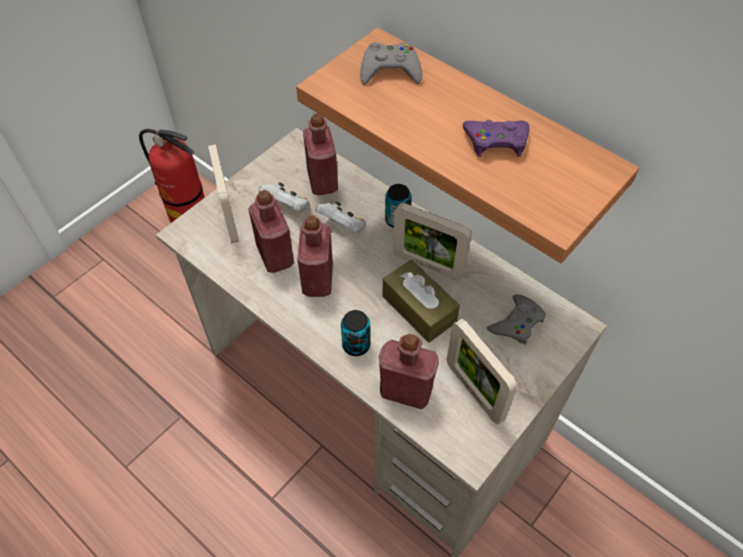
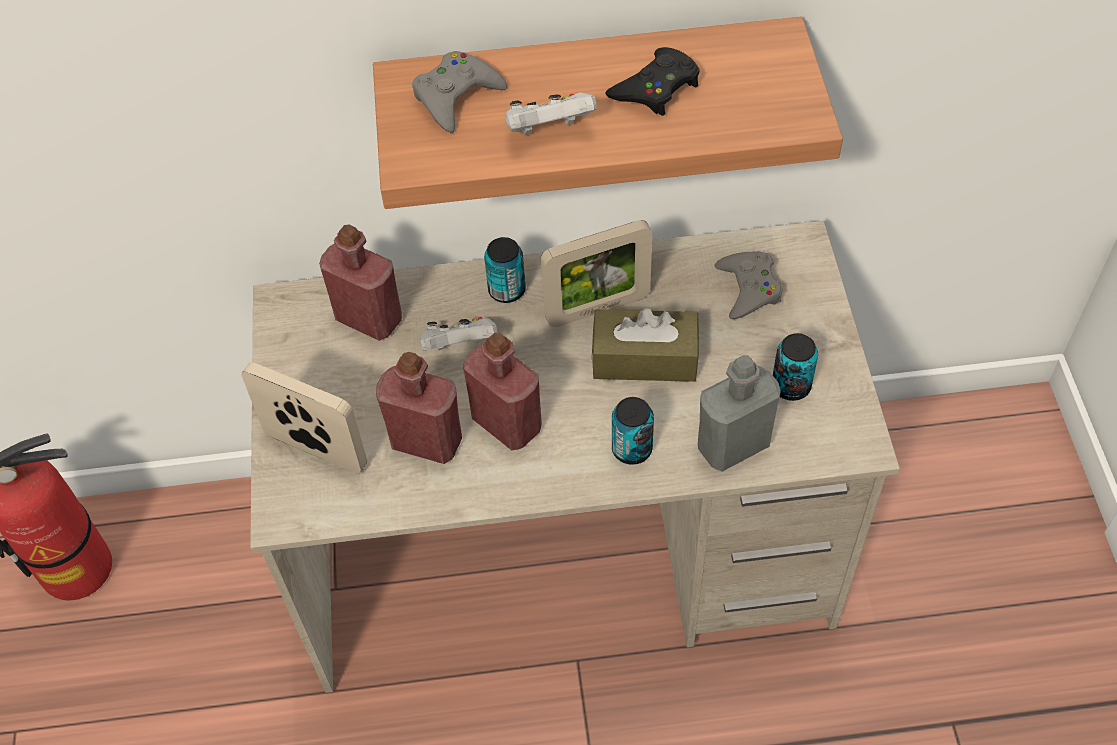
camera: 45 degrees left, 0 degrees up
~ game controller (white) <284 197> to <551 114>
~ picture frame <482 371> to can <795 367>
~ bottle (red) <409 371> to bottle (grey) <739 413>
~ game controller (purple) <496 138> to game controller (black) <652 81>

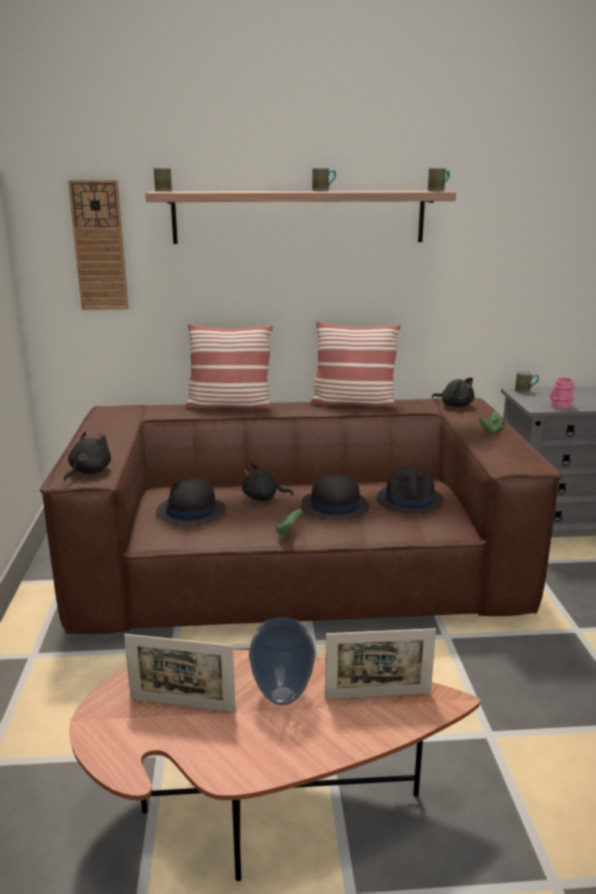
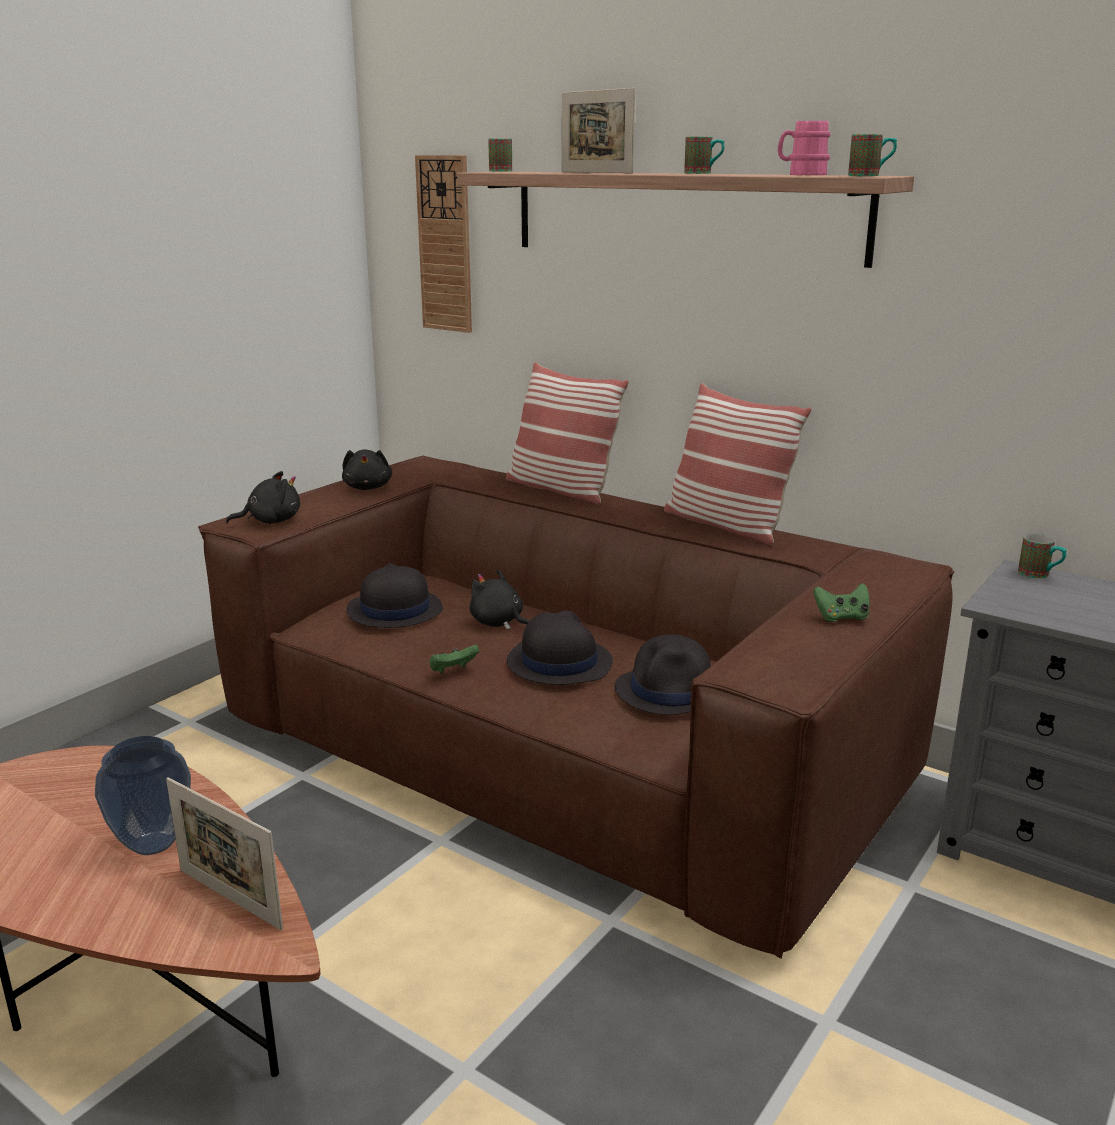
camera: 40 degrees right, 0 degrees up
~ picture frame <180 673> to <598 130>
~ plush toy (black) <453 392> to <367 469>
~ mug (pink) <563 393> to <804 148>

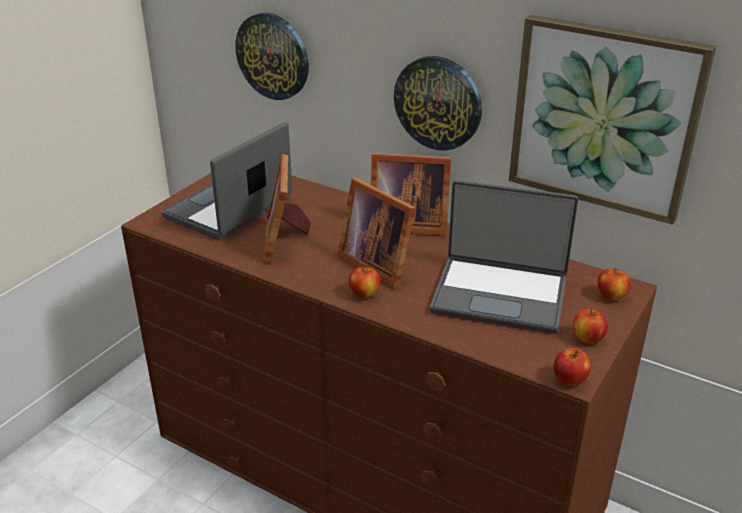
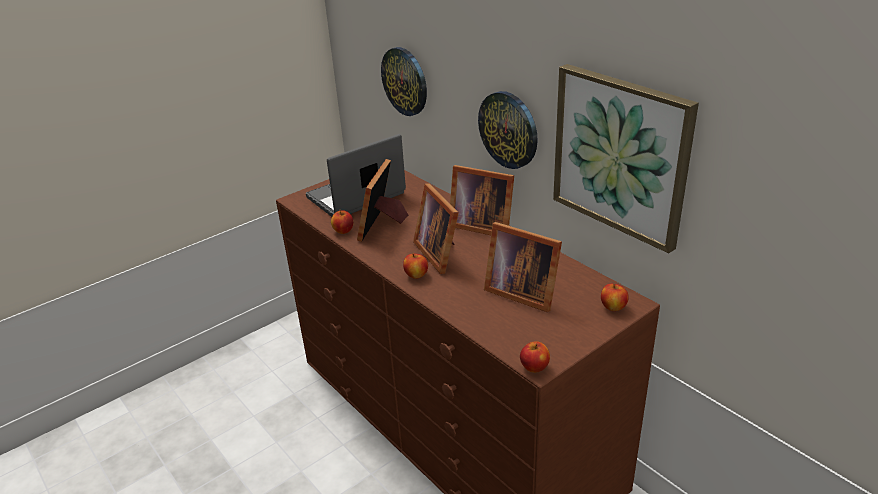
camera: 20 degrees right, 0 degrees up
~ apple <590 326> to <342 222>
~ laptop <504 256> to picture frame <523 267>

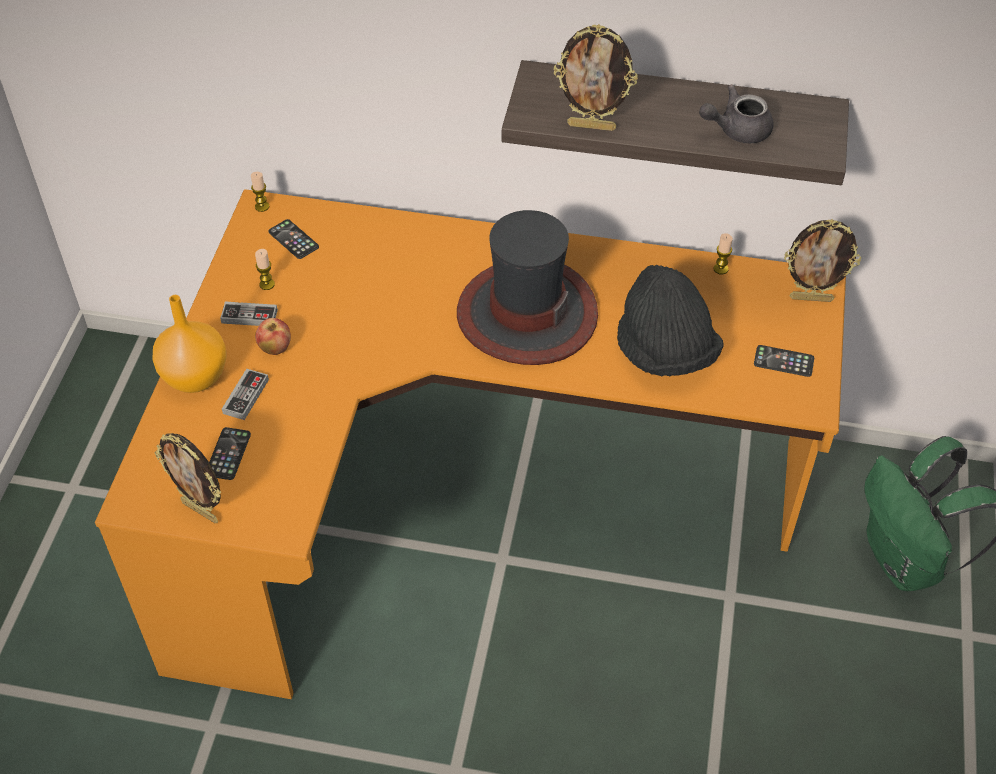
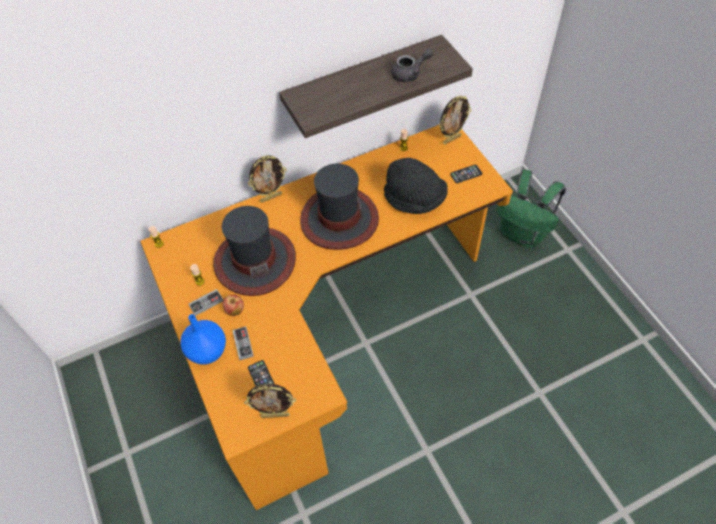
camera: 35 degrees left, 5 degrees up
- phone <293 239>
+ hat <254 251>
~ picture frame <595 77> to <267 179>
~ vase (orange) <189 344> to vase (blue) <203 339>
~ teapot (grey) <736 113> = <412 65> 150 degrees counterclockwise

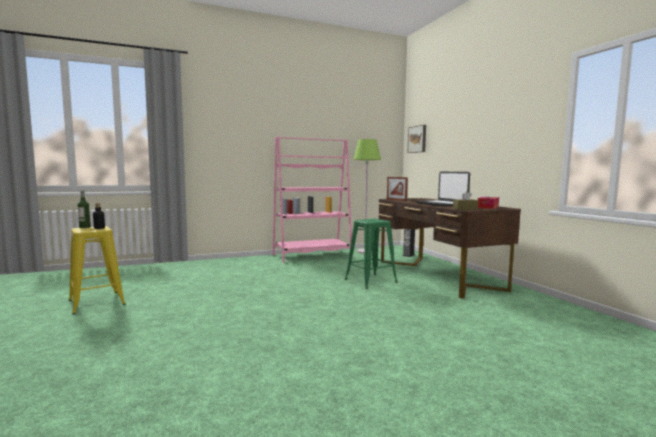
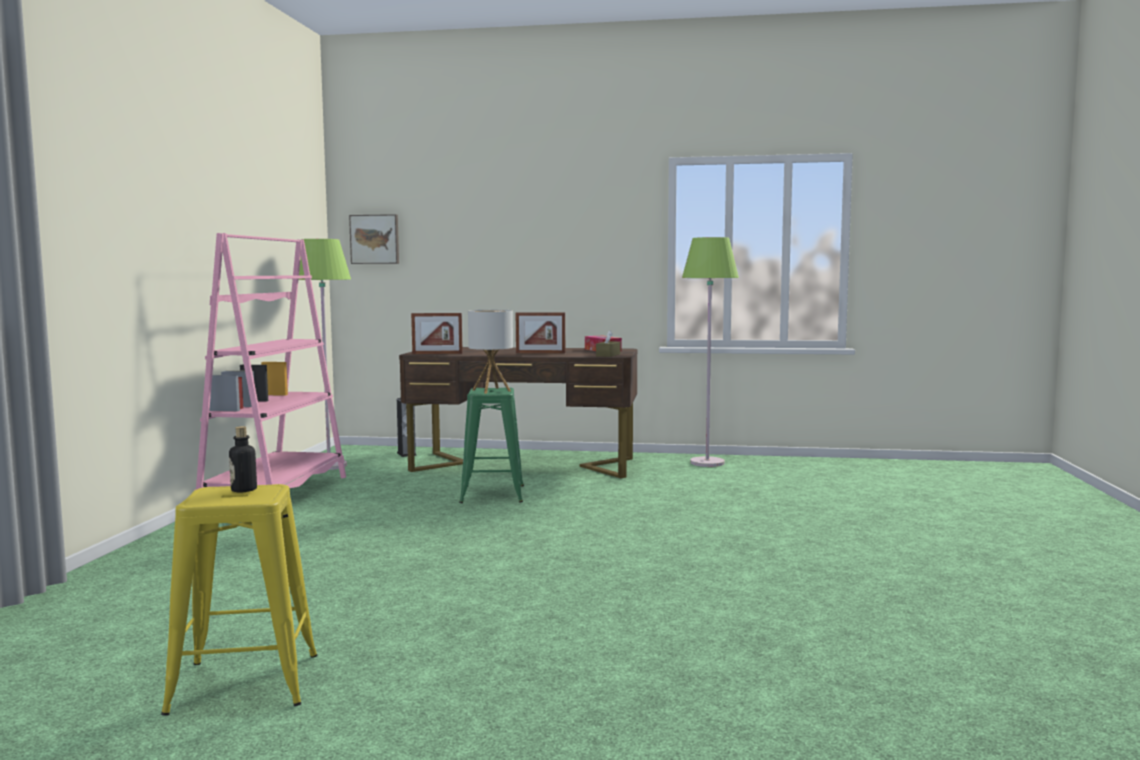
camera: 60 degrees left, 0 degrees up
- bottle <84 209>
+ table lamp <490 352>
+ floor lamp (green) <710 352>
~ laptop <443 189> to picture frame <540 332>

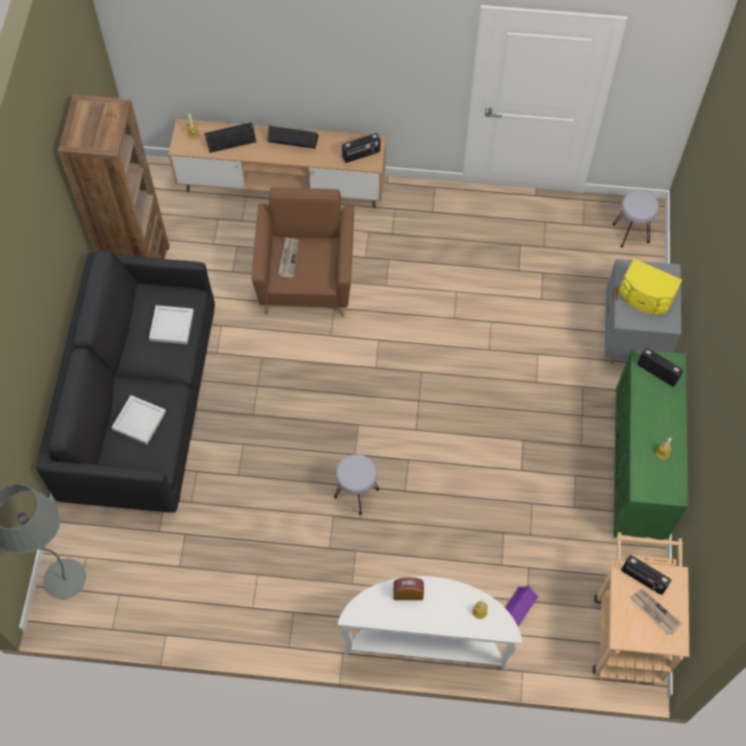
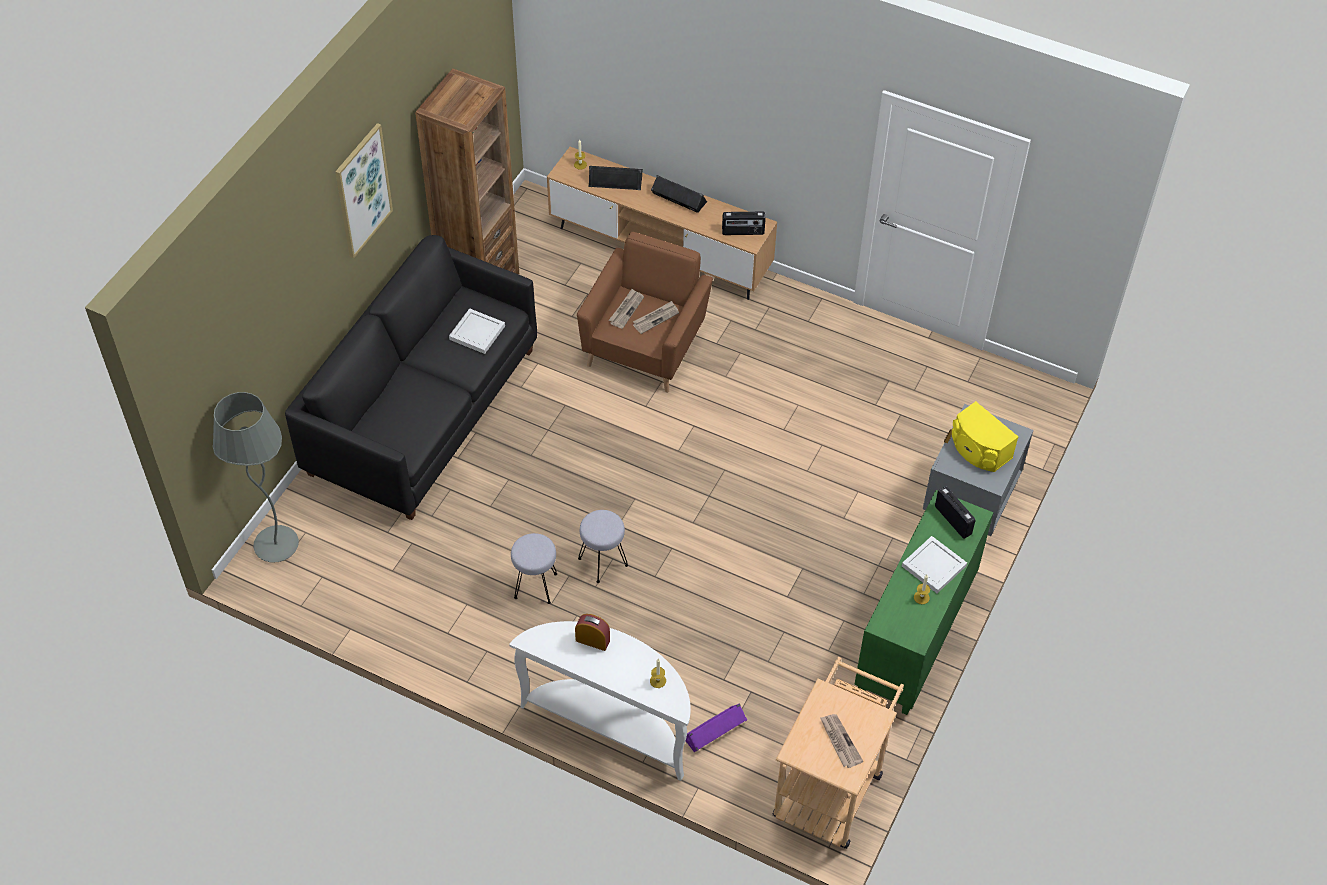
camera: 20 degrees right, 10 degrees down
- radio <646 575>
+ picture <364 191>
+ newspaper <656 317>
~ tray (white) <138 419> to <934 564>
~ stool (grey) <636 219> to <534 568>

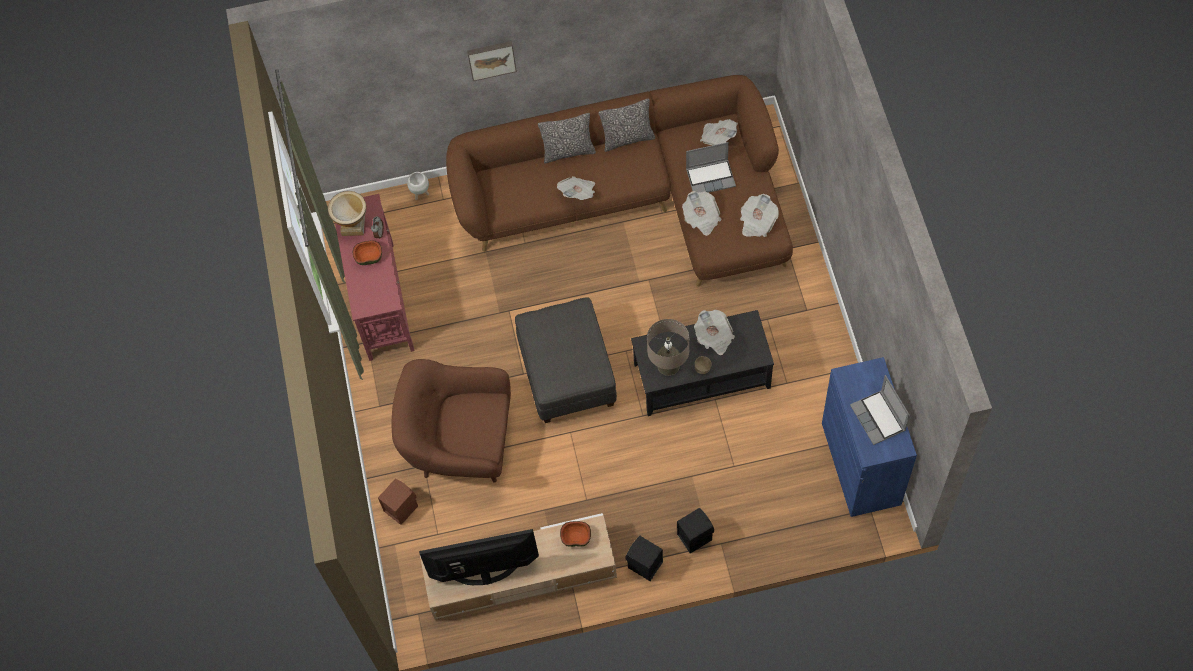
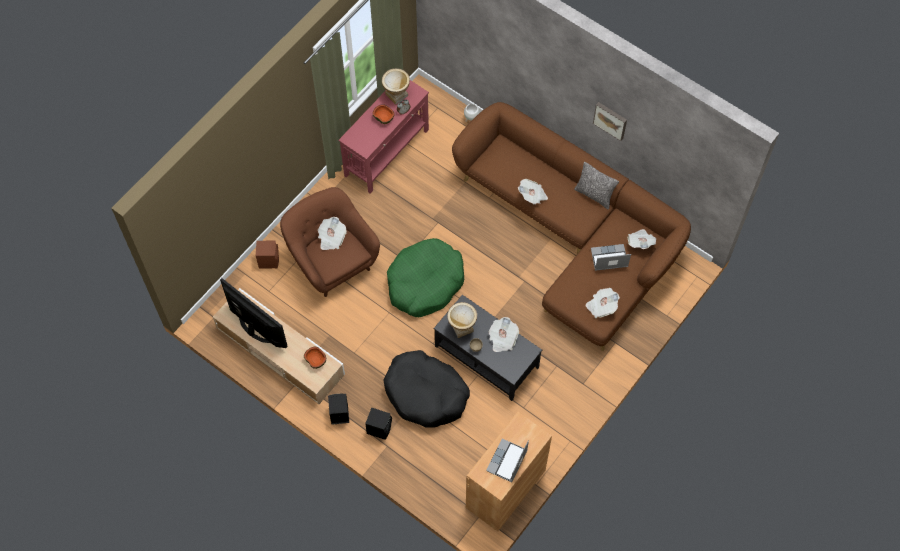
camera: 45 degrees right, 0 degrees up
- pillow <567 138>
+ dog bed (black) <426 389>
~ picture <492 61> to <610 121>
~ newspaper <702 213> to <332 233>
~ ottoman (grey) <566 360> to dog bed (green) <425 277>
~ table lamp (beige) <668 347> to vase <462 320>
~ cabinet (blue) <869 437> to cabinet (brown) <509 471>
~ laptop <711 167> = <611 257> 135 degrees clockwise

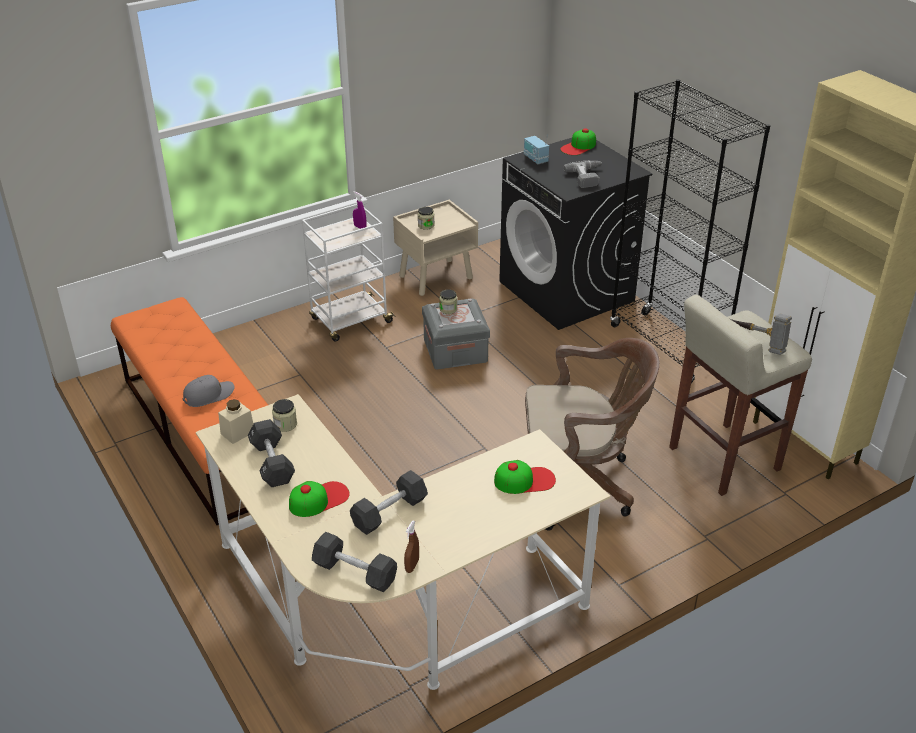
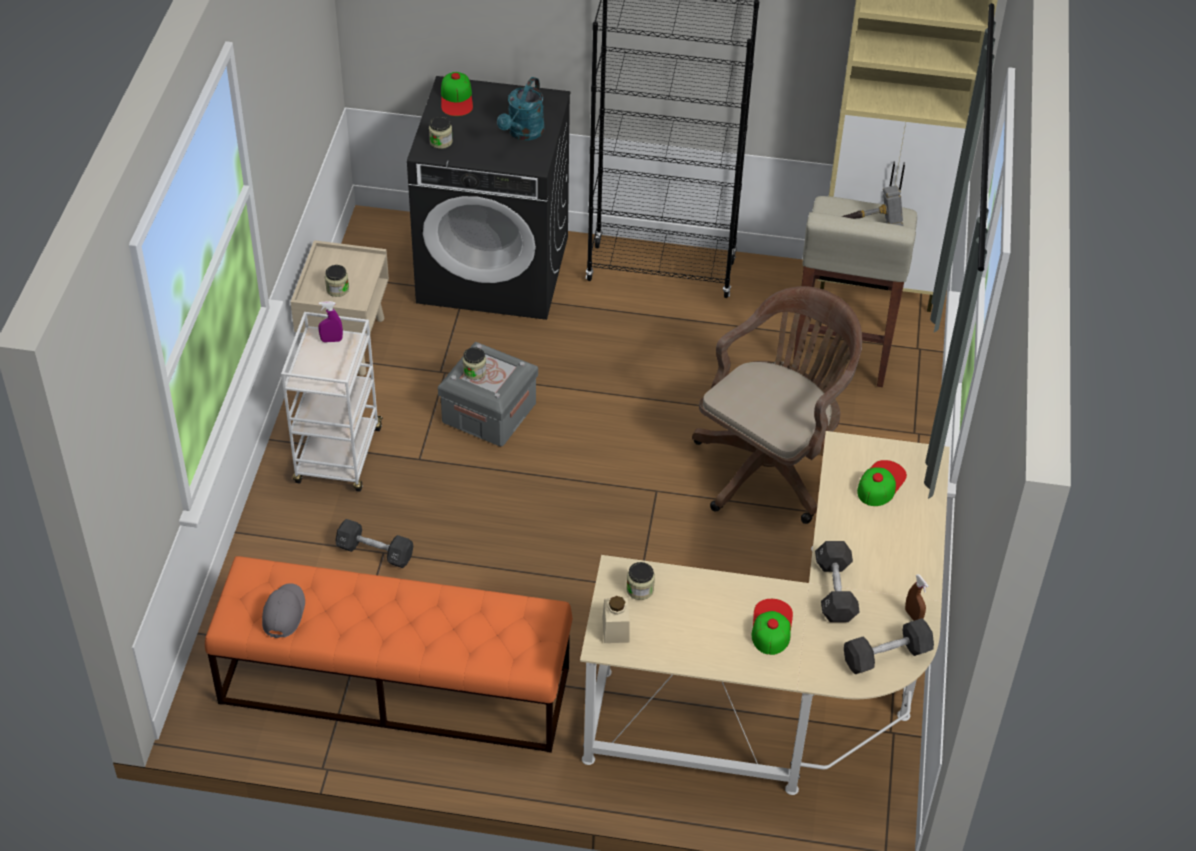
camera: 50 degrees left, 10 degrees up
~ cap (grey) <209 391> to <283 610>
~ dumbbell (black) <271 453> to <374 543>
~ radio <536 149> to jar <441 133>
~ power drill <582 174> to watering can (turquoise) <520 109>

